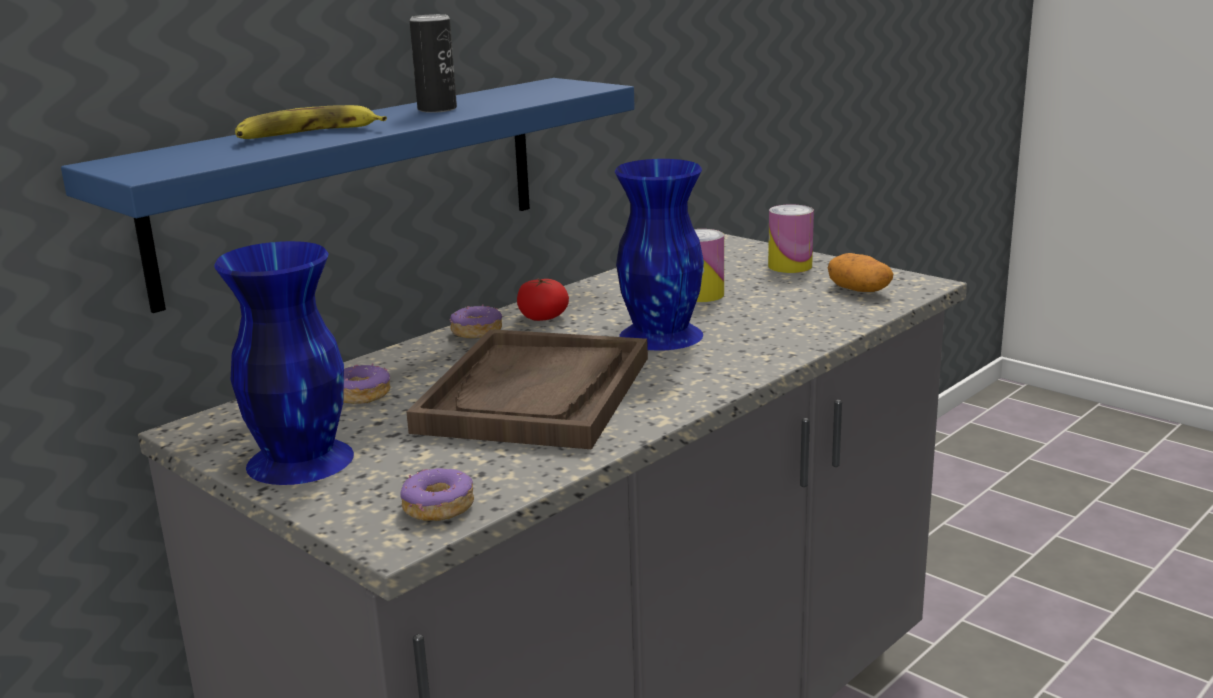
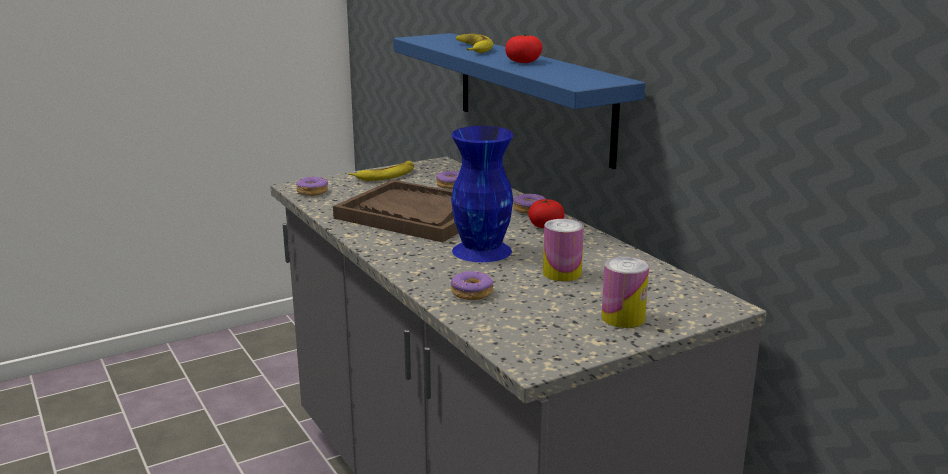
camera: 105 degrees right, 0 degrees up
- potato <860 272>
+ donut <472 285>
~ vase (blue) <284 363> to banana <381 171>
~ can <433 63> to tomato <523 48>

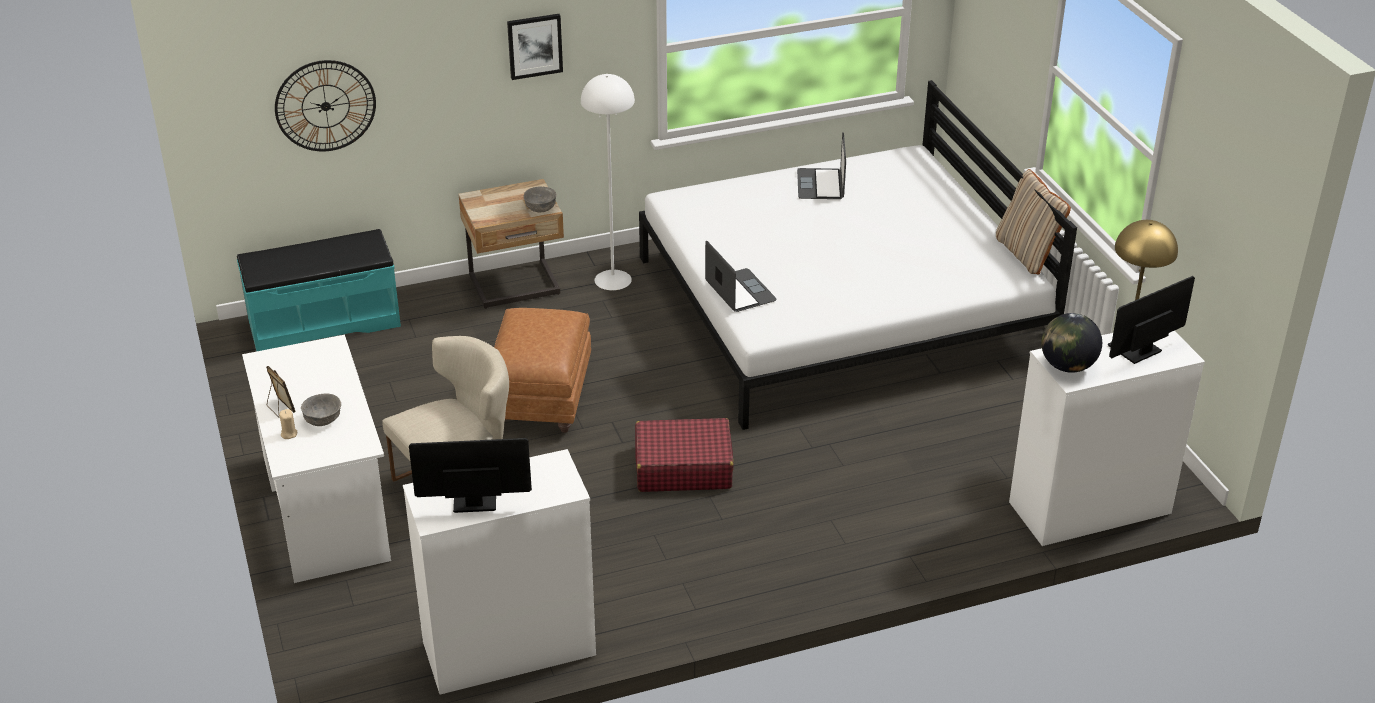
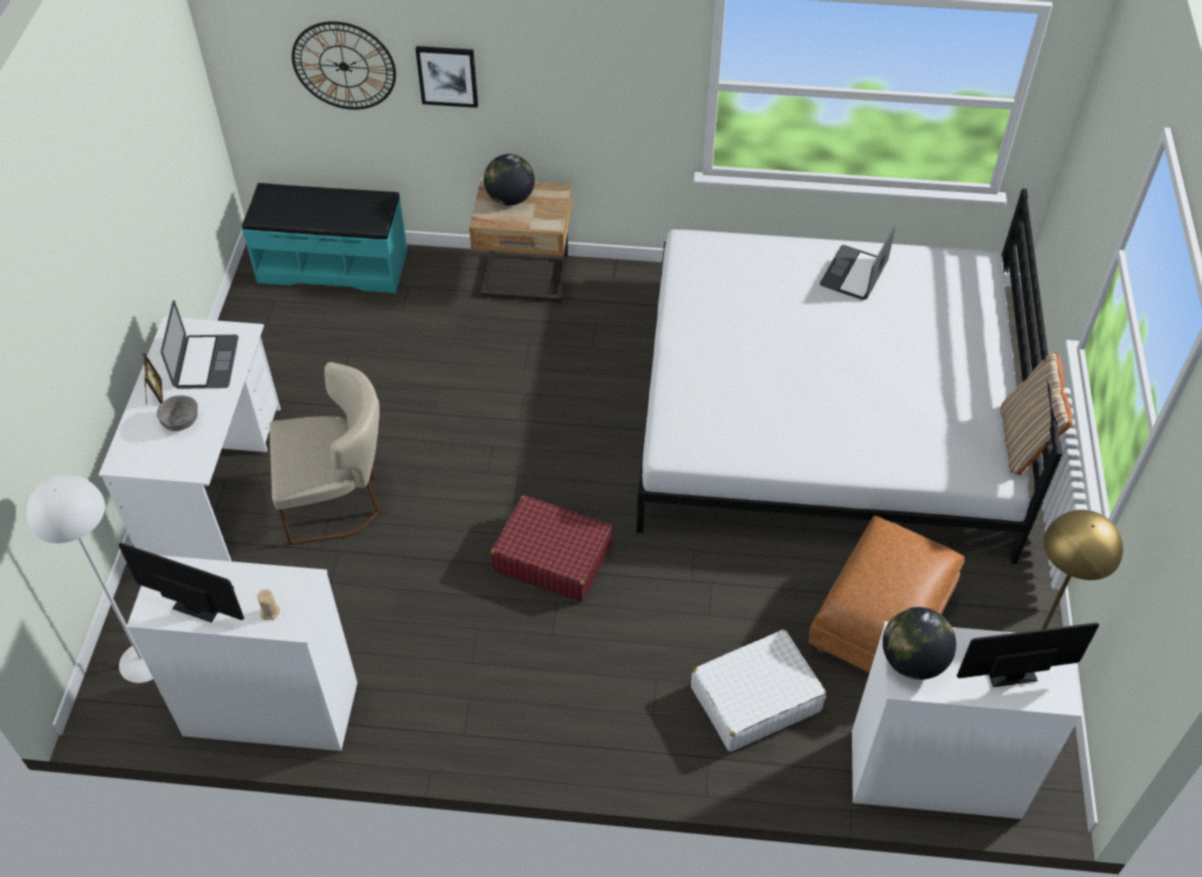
camera: 25 degrees right, 15 degrees up
- bowl (grey) <540 199>
+ globe <509 180>
+ suitcase (white) <758 691>
~ candle (beige) <288 424> to <268 604>
~ ottoman (brown) <542 370> to <886 594>
~ picture <535 47> to <446 77>
~ floor lamp (white) <608 182> to <89 579>
~ laptop <741 276> to <199 344>

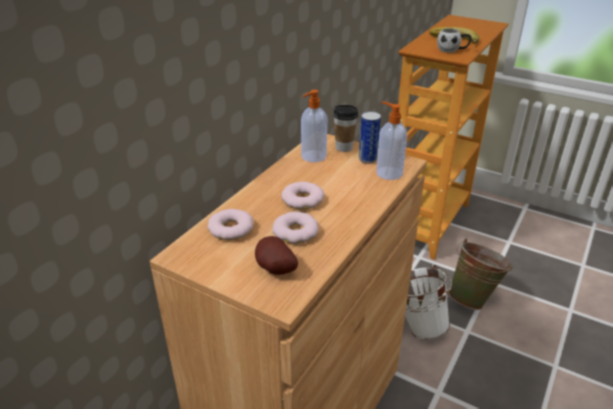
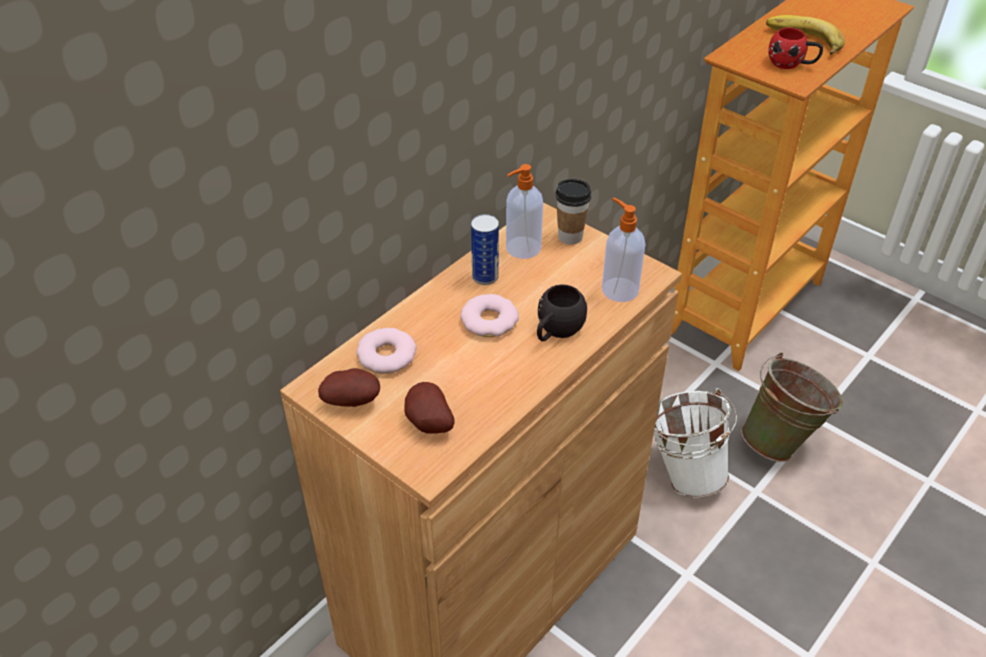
camera: 10 degrees right, 10 degrees up
- donut <295 228>
+ potato <349 387>
+ mug (black) <562 312>
~ can <370 137> to <485 249>
~ mug (white) <454 40> to mug (red) <795 48>

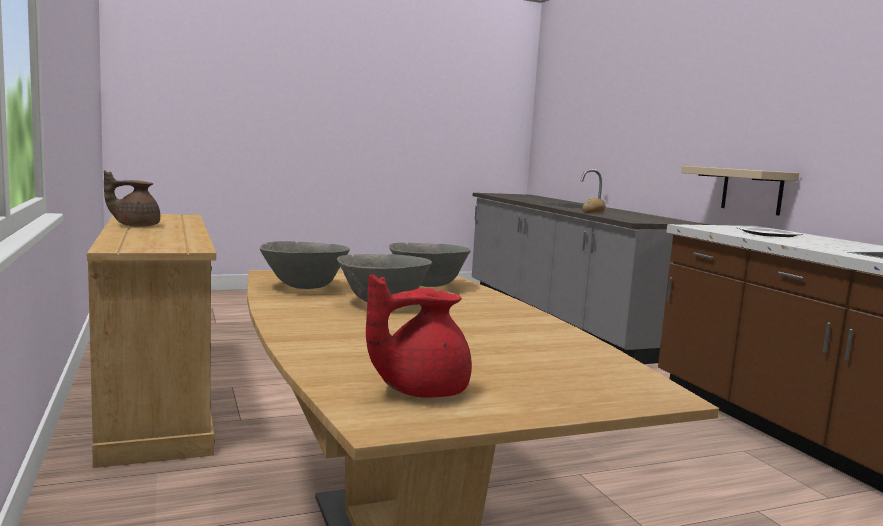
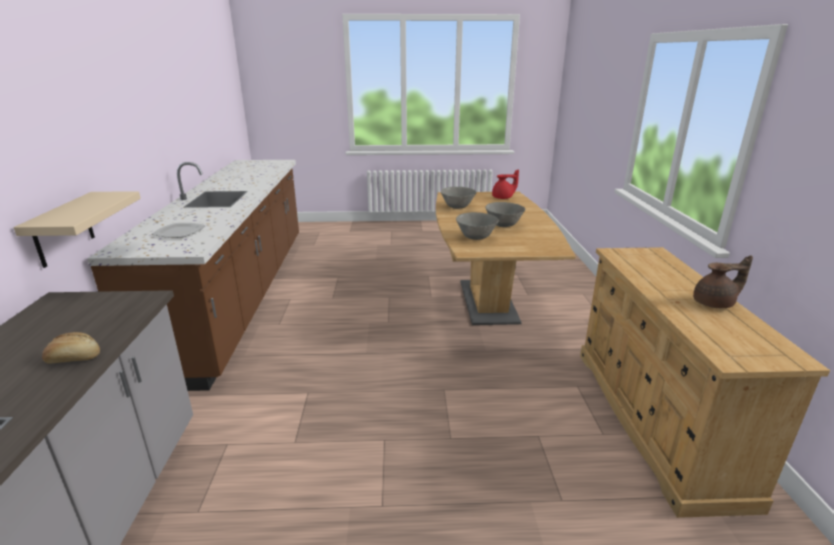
camera: 160 degrees left, 15 degrees up
~ bowl (grey) <305 265> to <458 198>

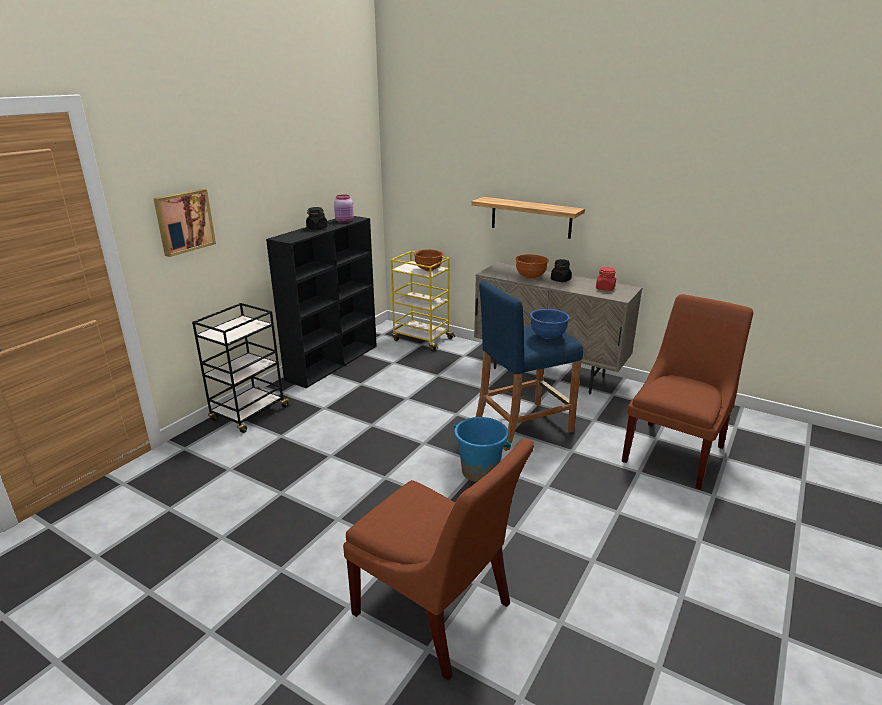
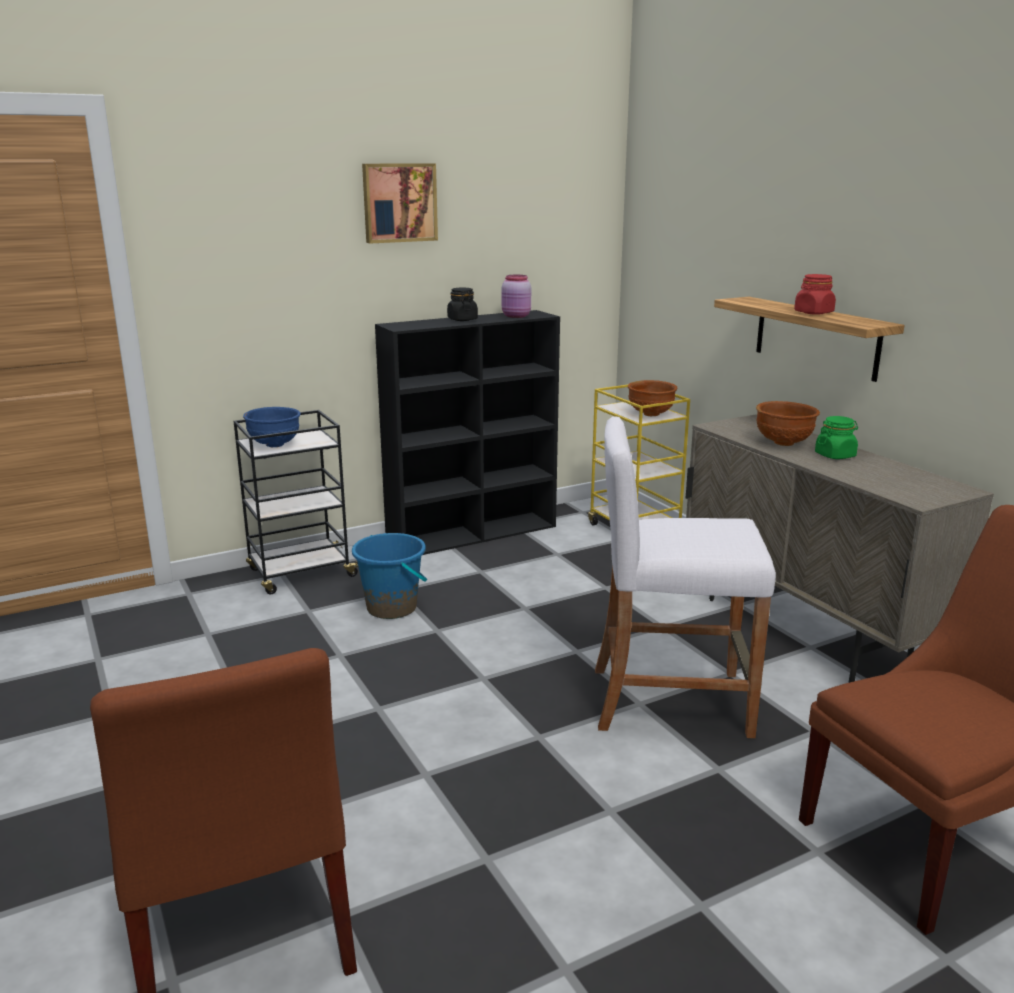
camera: 30 degrees right, 5 degrees down
~ picture <184 223> to <400 203>
~ bucket (blue) <483 449> to <389 576>
~ bowl (blue) <550 324> to <272 427>
~ jar (red) <606 279> to <815 294>
~ stool (blue) <529 365> to stool (white) <685 577>
~ jar (black) <561 270> to jar (green) <836 437>

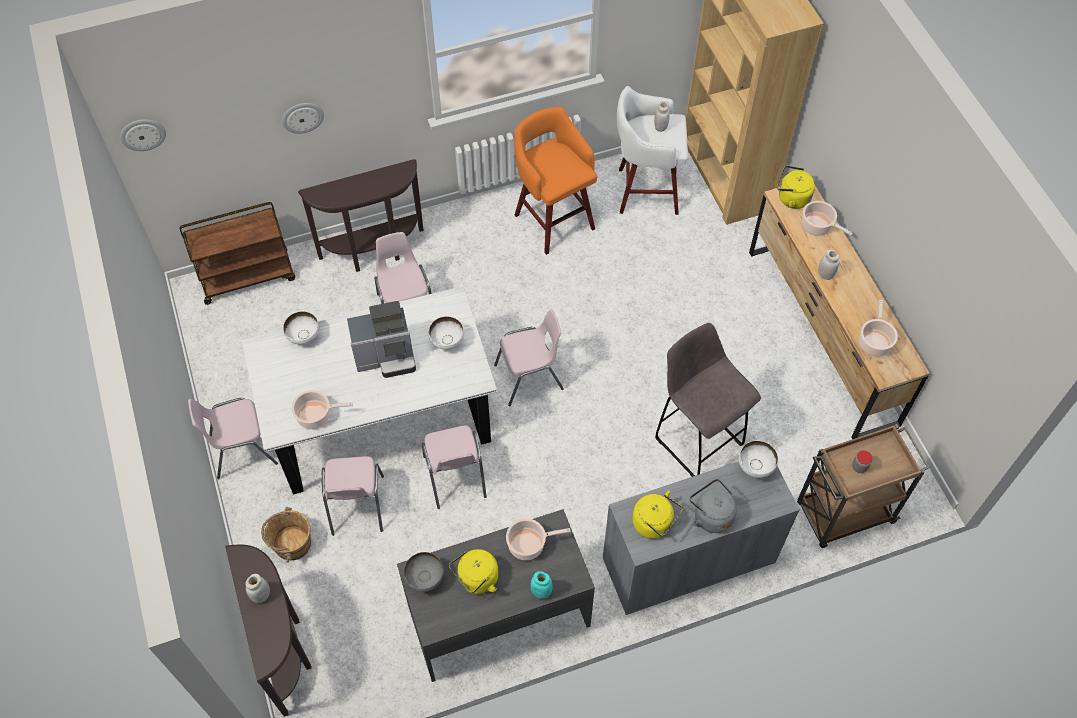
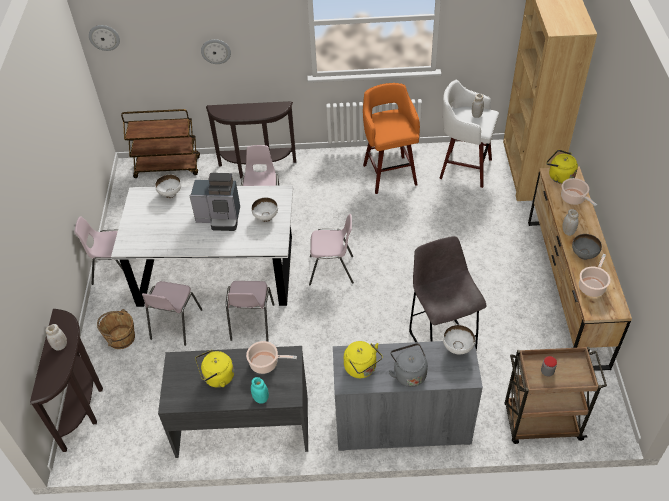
camera: 20 degrees right, 10 degrees down
- cooking pot <322 409>
~ bowl (grey) <424 572> to <587 247>

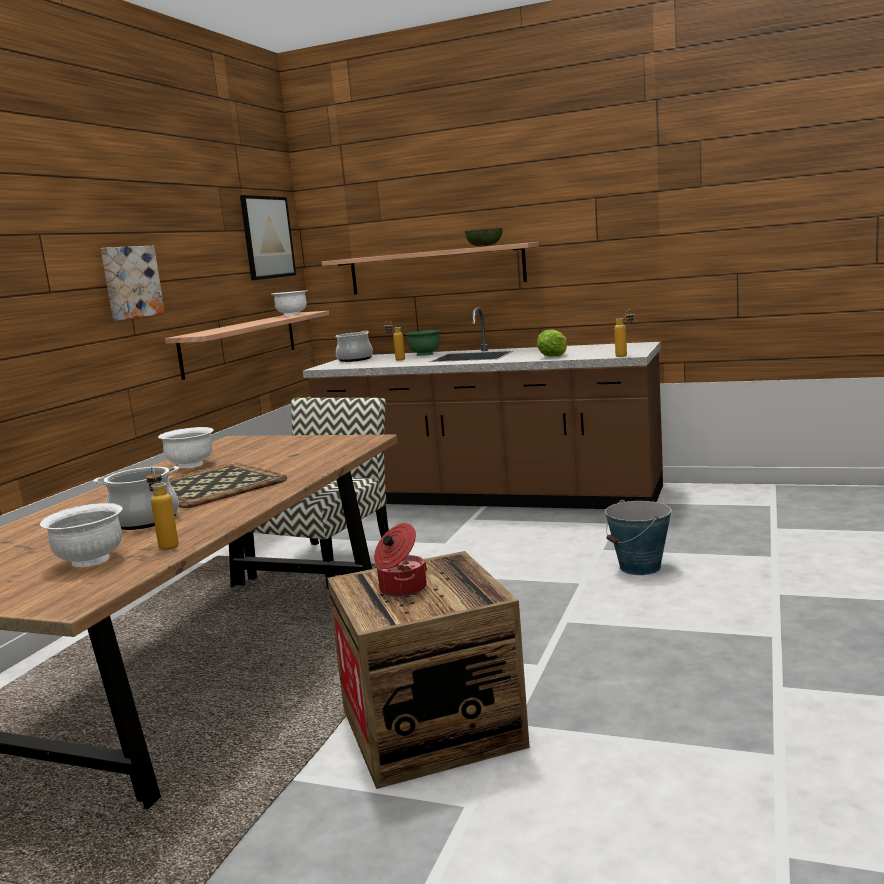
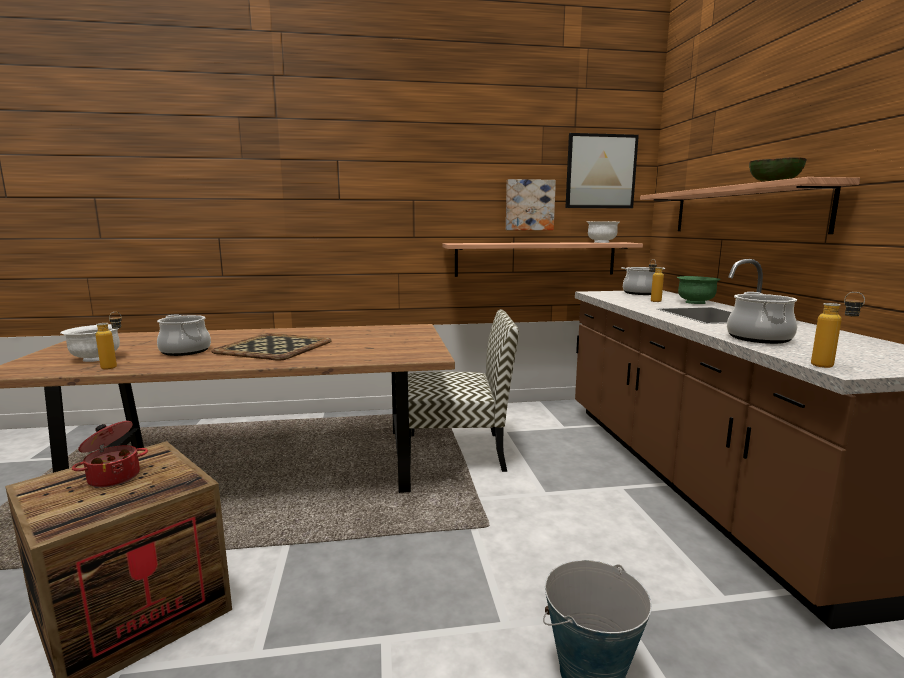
camera: 60 degrees right, 0 degrees up
- bowl (white) <186 447>
~ picture <133 283> to <531 204>
~ lettuce <552 343> to cooking pot <762 318>

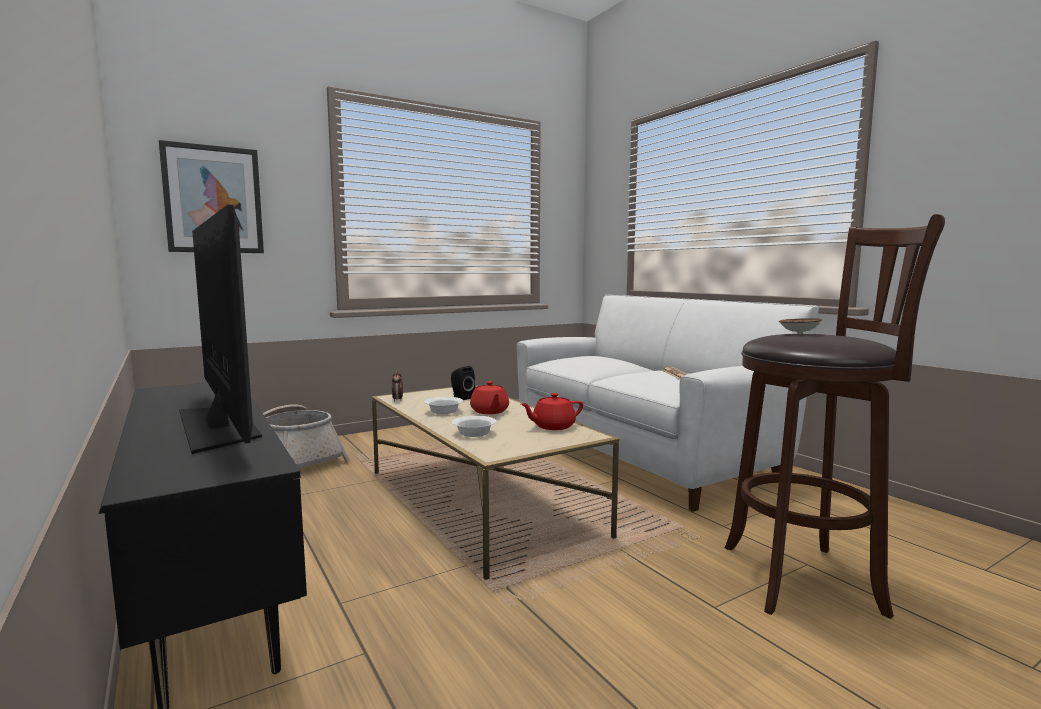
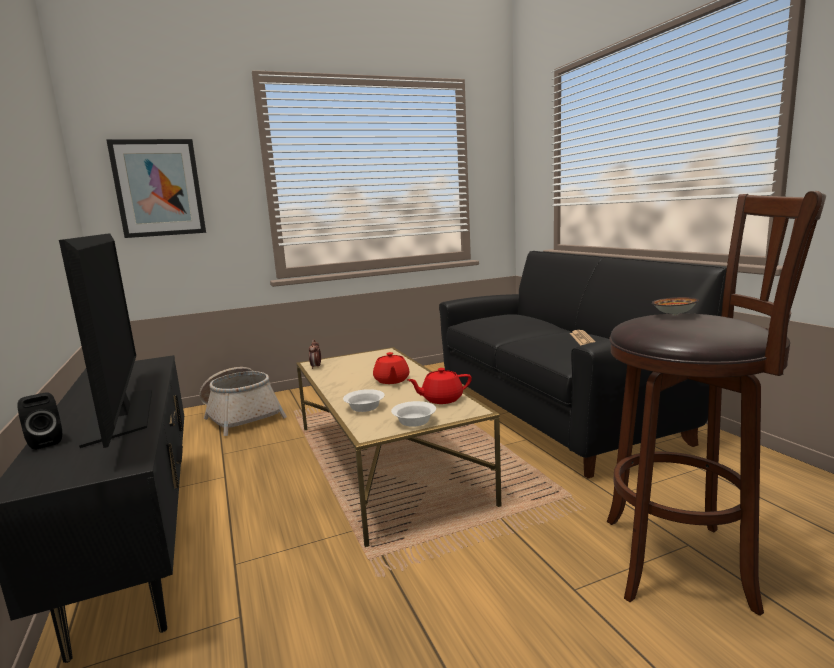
camera: 10 degrees right, 5 degrees up
~ bowl (white) <444 405> to <413 414>
~ speaker (black) <463 383> to <39 421>
~ sofa (white) <668 403> to sofa (black) <583 365>

